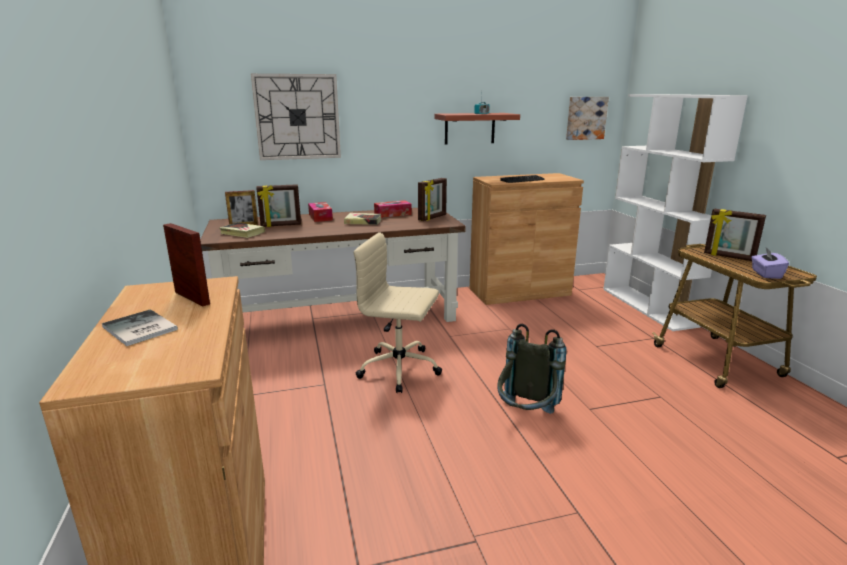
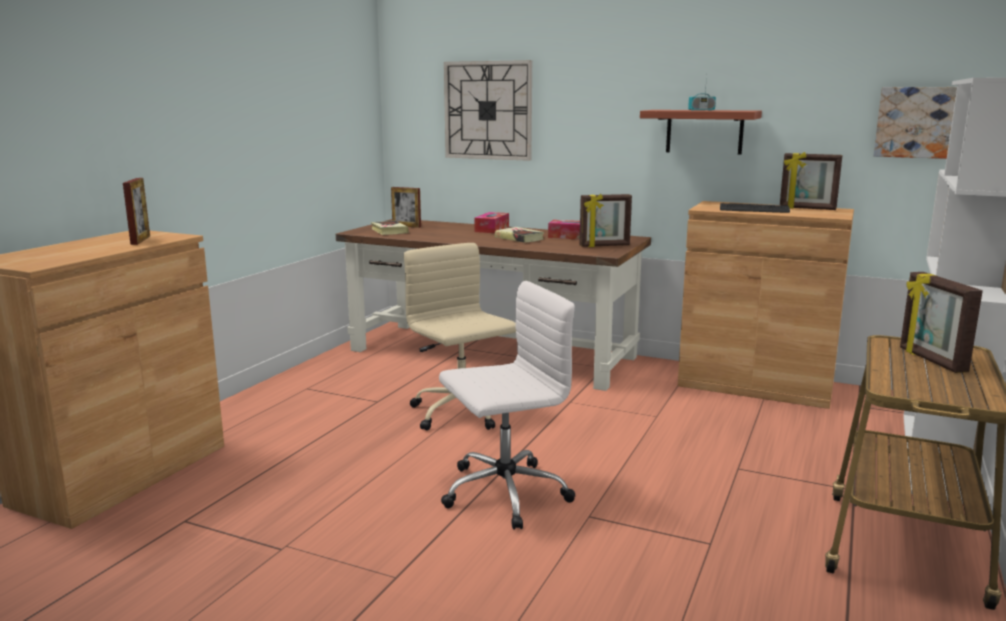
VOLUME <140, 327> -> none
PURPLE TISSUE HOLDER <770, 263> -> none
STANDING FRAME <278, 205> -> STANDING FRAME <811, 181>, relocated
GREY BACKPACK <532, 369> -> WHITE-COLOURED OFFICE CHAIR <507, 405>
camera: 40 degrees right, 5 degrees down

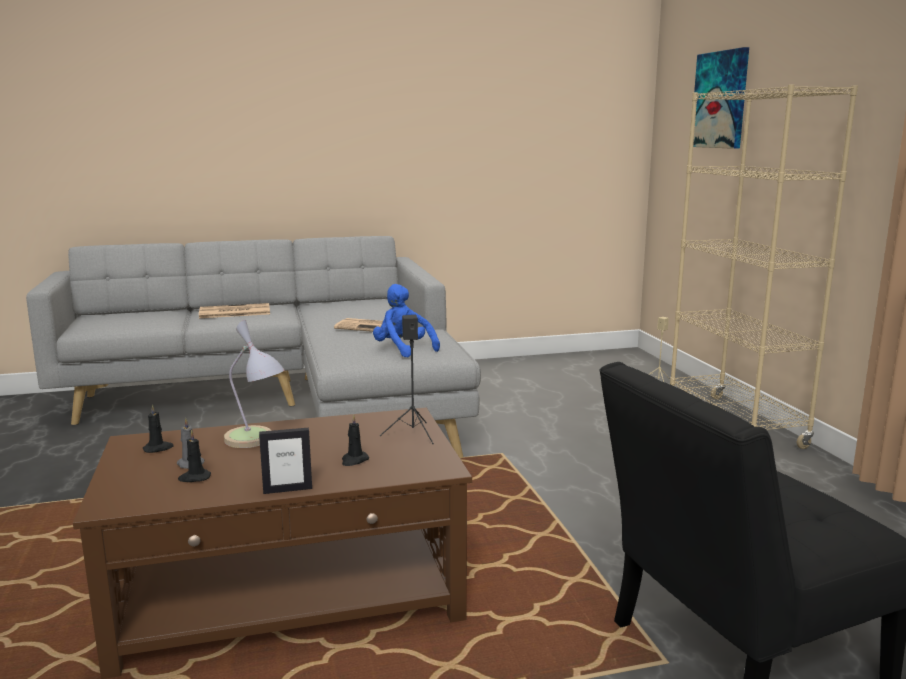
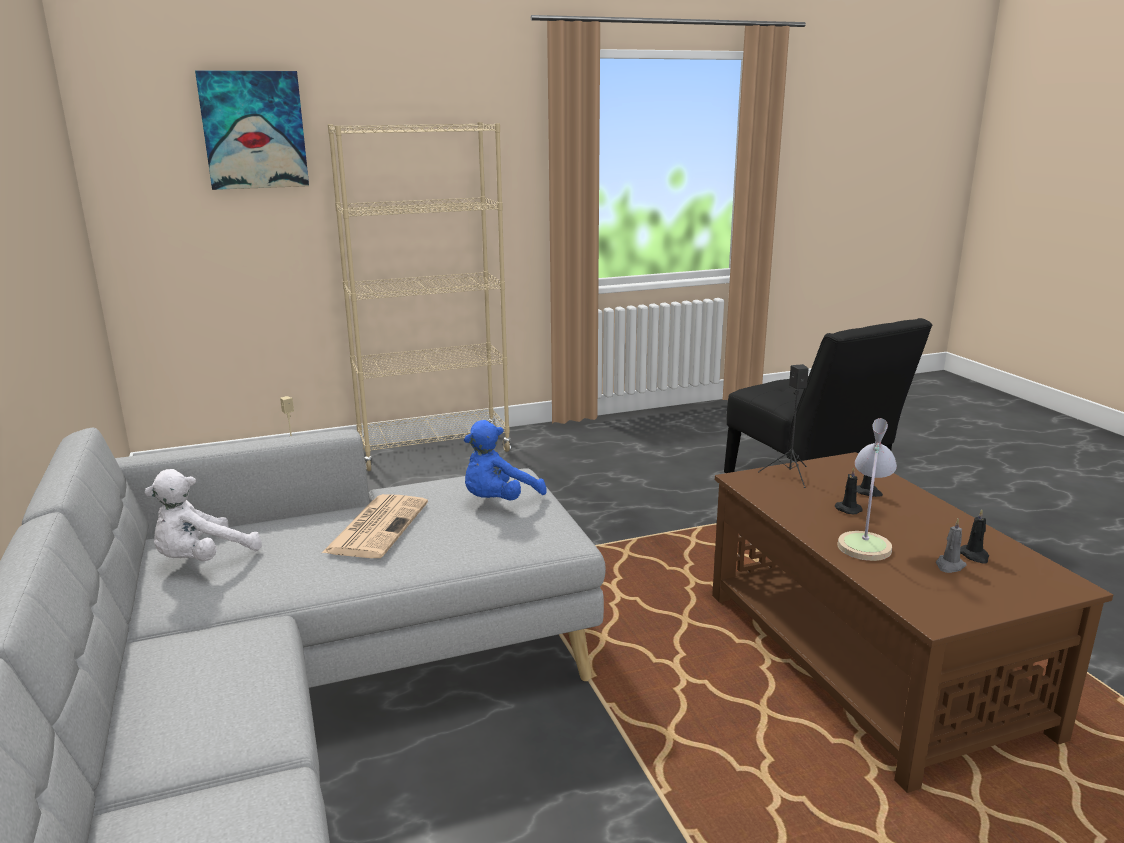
PRINTED PAPER <234, 310> -> none
STANDING FRAME <285, 461> -> none
none -> WHITE-COLOURED PLUSH TOY <203, 515>
BLACK-COLOURED WAX CANDLE <158, 428> -> BLACK-COLOURED WAX CANDLE <849, 490>, relocated
camera: 95 degrees left, 5 degrees up

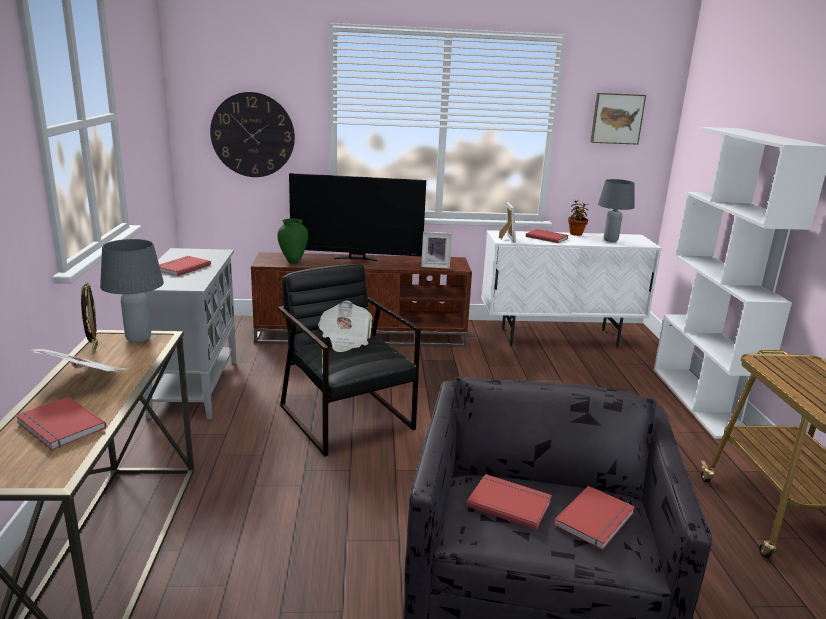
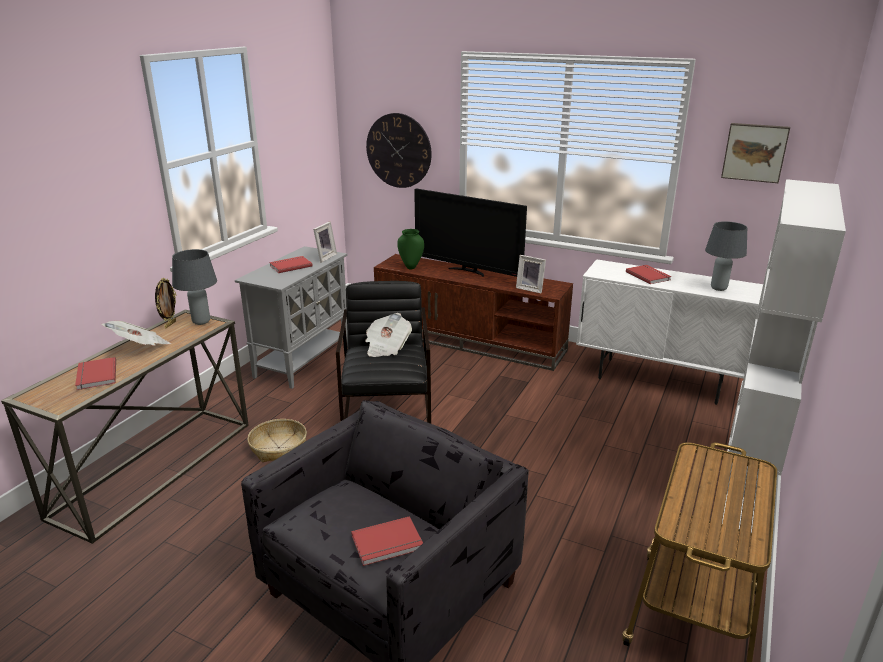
REDDISH VOLUME <509, 502> -> none
PLANT IN A POT <578, 217> -> none
none -> HOUSEHOLD BASKET <277, 440>
STANDING FRAME <507, 222> -> STANDING FRAME <325, 242>, relocated
camera: 30 degrees right, 5 degrees up

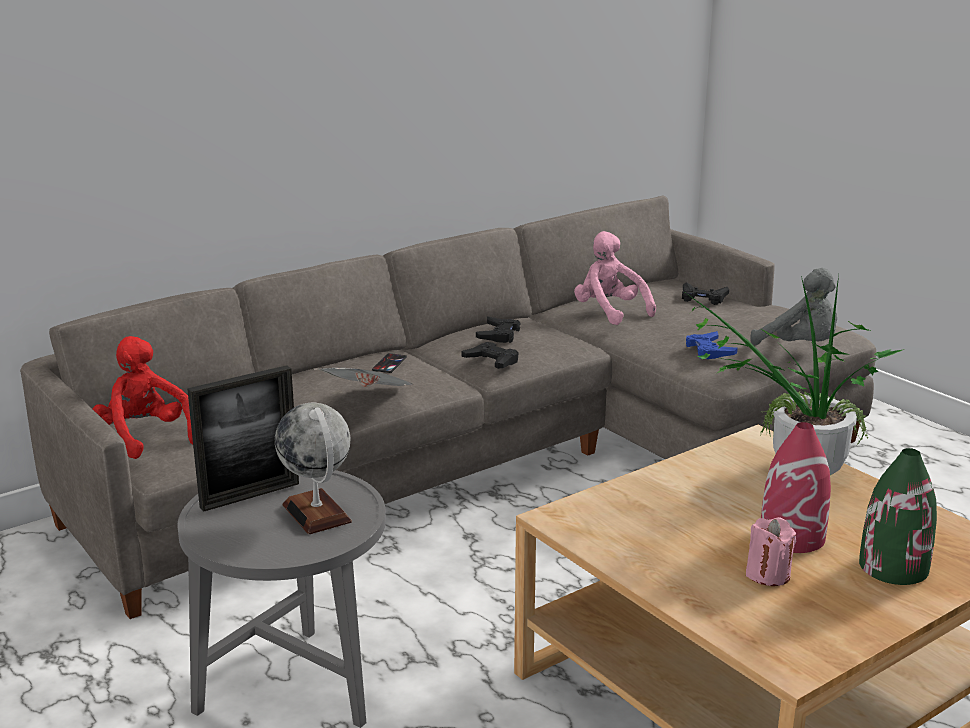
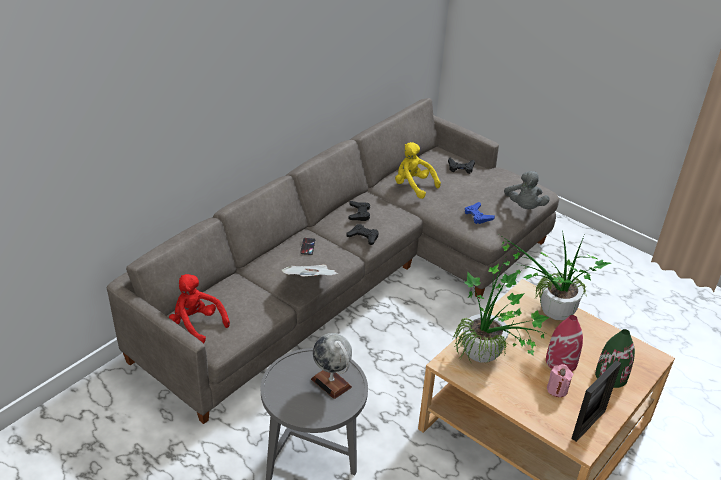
none -> PLANT IN A POT <501, 310>
STANDING FRAME <243, 438> -> STANDING FRAME <596, 401>, relocated
PINK PLUSH TOY <615, 278> -> YELLOW PLUSH TOY <418, 170>
GREY PLUSH TOY <794, 306> -> GREY PLUSH TOY <527, 190>, 60 degrees clockwise
camera: 15 degrees left, 15 degrees up

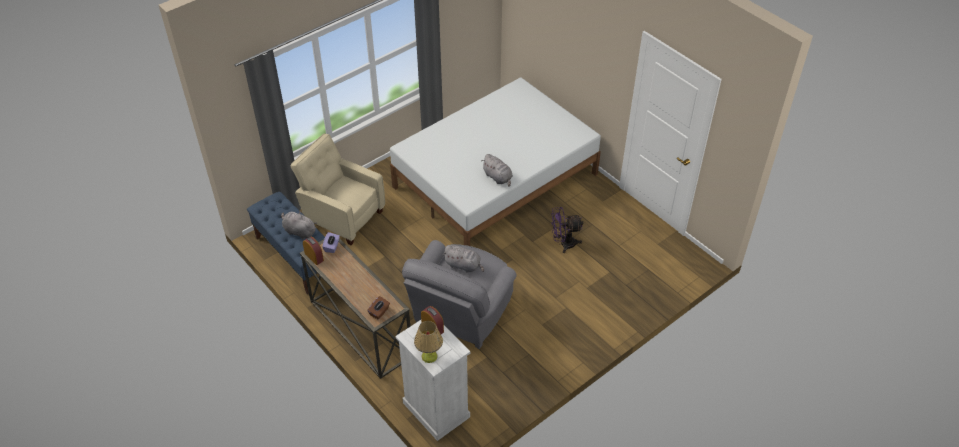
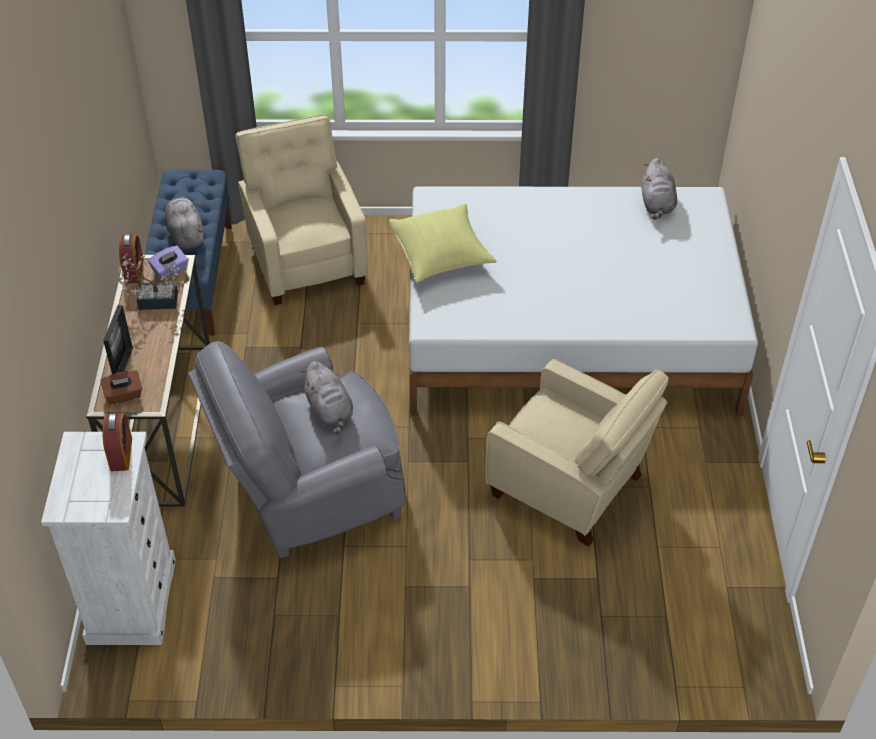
TABLE LAMP <428, 342> -> none
none -> STANDING FRAME <118, 339>
none -> PLANT IN A POT <151, 281>
none -> YELLOW PILLOW <443, 243>
GREY PLUSH TOY <497, 170> -> GREY PLUSH TOY <659, 189>, relocated
PURPLE ELECTRIC FAN <567, 230> -> BEIGE ARMCHAIR <577, 453>
camera: 40 degrees right, 0 degrees up

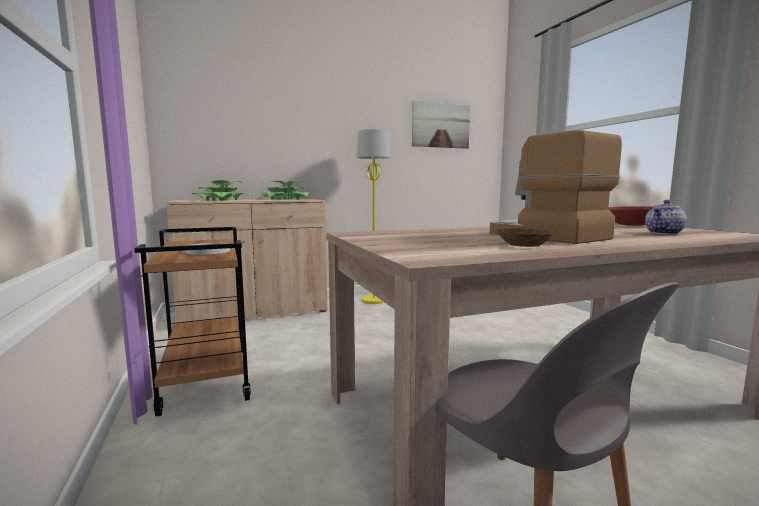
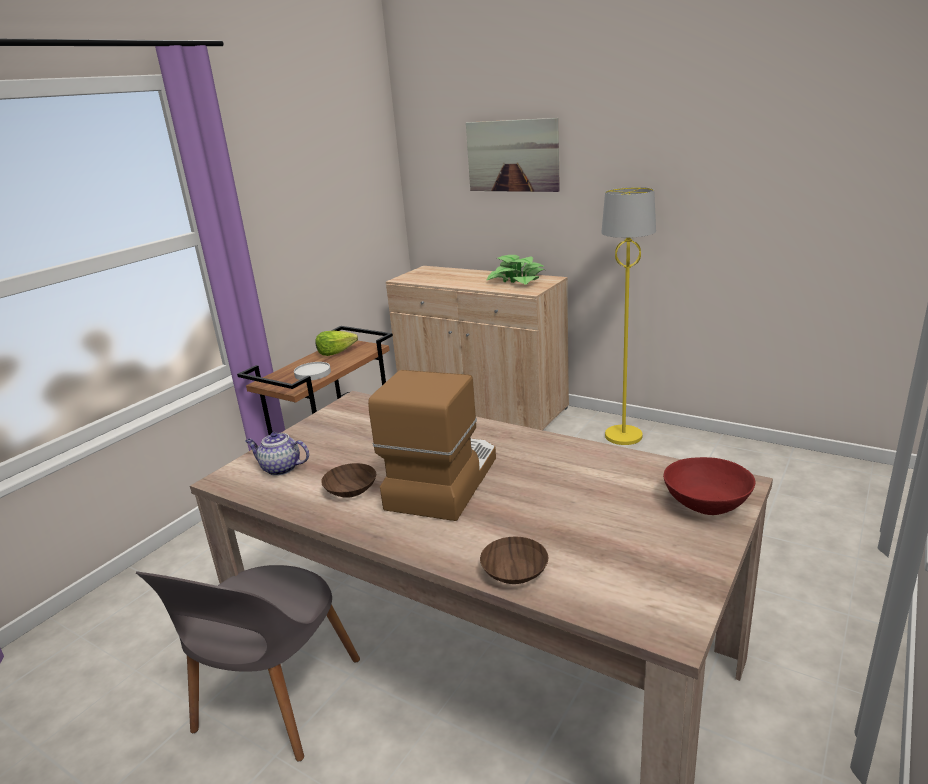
PLANT IN A POT <222, 190> -> none
none -> LETTUCE <336, 343>
none -> BROWN DEEP DISH <514, 560>
WALL PICTURE <441, 124> -> WALL PICTURE <513, 155>, relocated
POT FOR TEA <666, 217> -> POT FOR TEA <277, 454>, relocated
camera: 55 degrees right, 15 degrees up

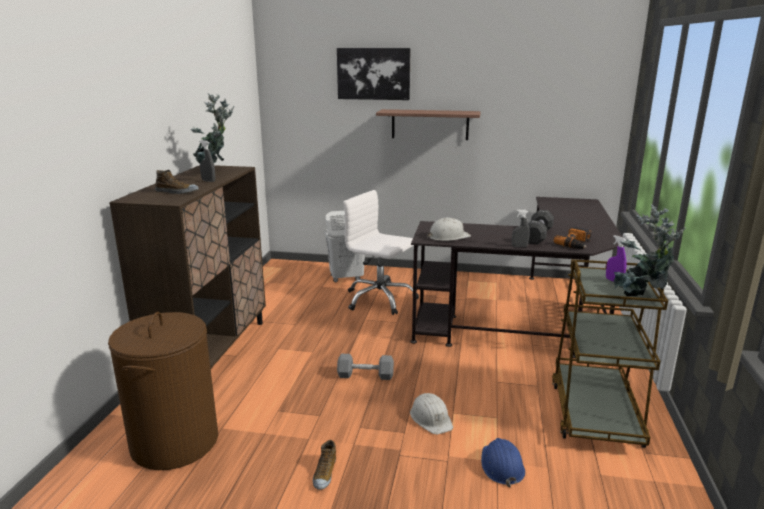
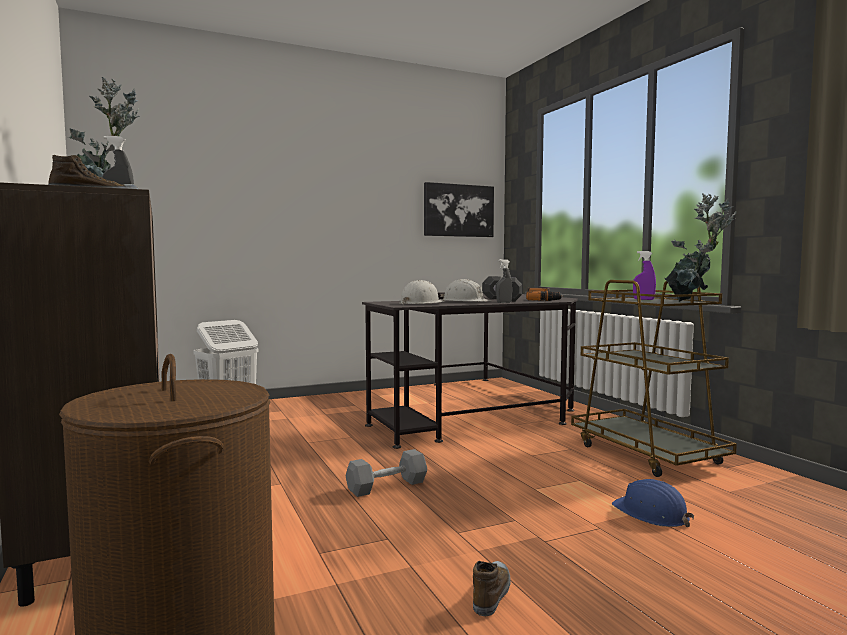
WHITE-COLOURED OFFICE CHAIR <381, 252> -> none
WALL SHELF <428, 124> -> none
WALL PICTURE <374, 74> -> WALL PICTURE <459, 209>, relocated
WHITE-COLOURED HARD HAT <431, 413> -> WHITE-COLOURED HARD HAT <465, 290>, relocated
SHOE <324, 465> -> SHOE <492, 588>, 135 degrees counterclockwise
camera: 35 degrees left, 15 degrees down

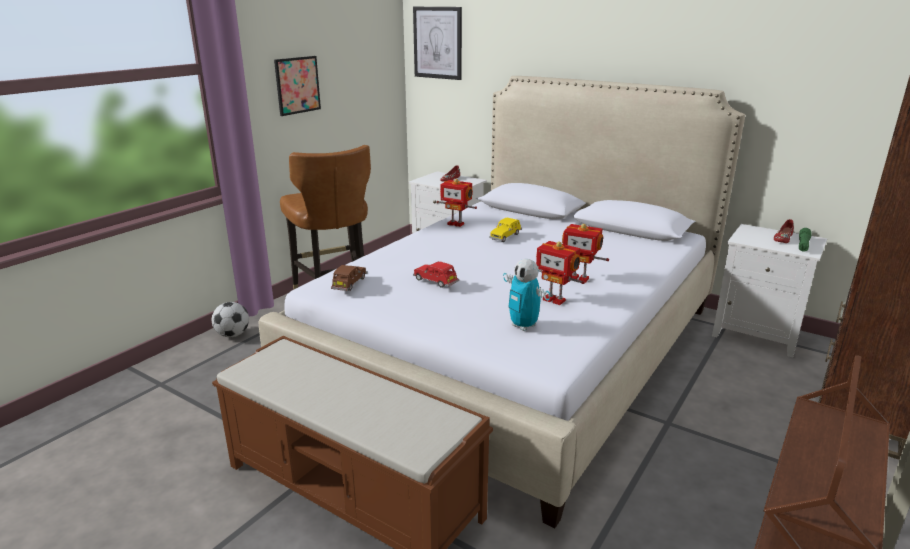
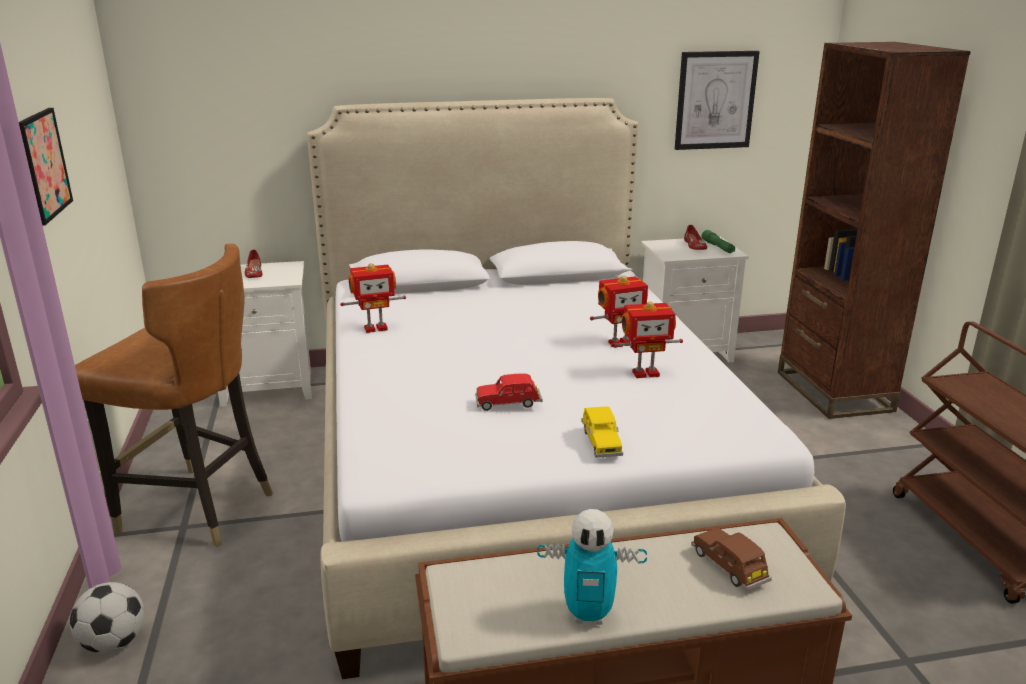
BROWN MINIATURE CAR <349, 278> -> BROWN MINIATURE CAR <731, 559>, relocated
WALL PICTURE <437, 43> -> WALL PICTURE <717, 100>, relocated
YELLOW MINIATURE CAR <505, 230> -> YELLOW MINIATURE CAR <602, 432>, relocated
ROBOT FIGURE <526, 295> -> ROBOT FIGURE <592, 567>, relocated
camera: 45 degrees left, 0 degrees up

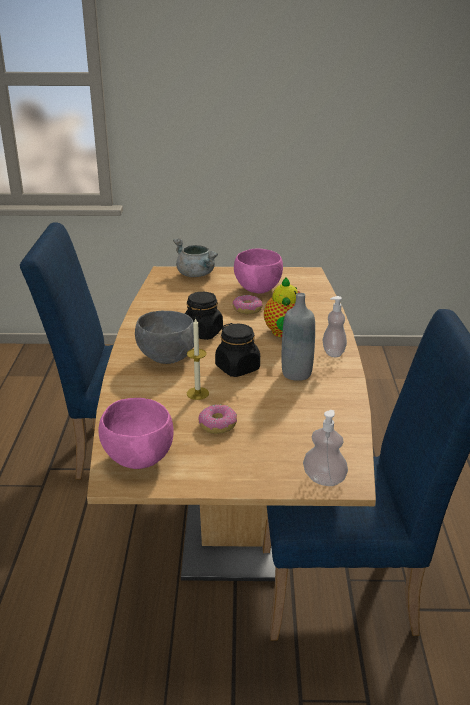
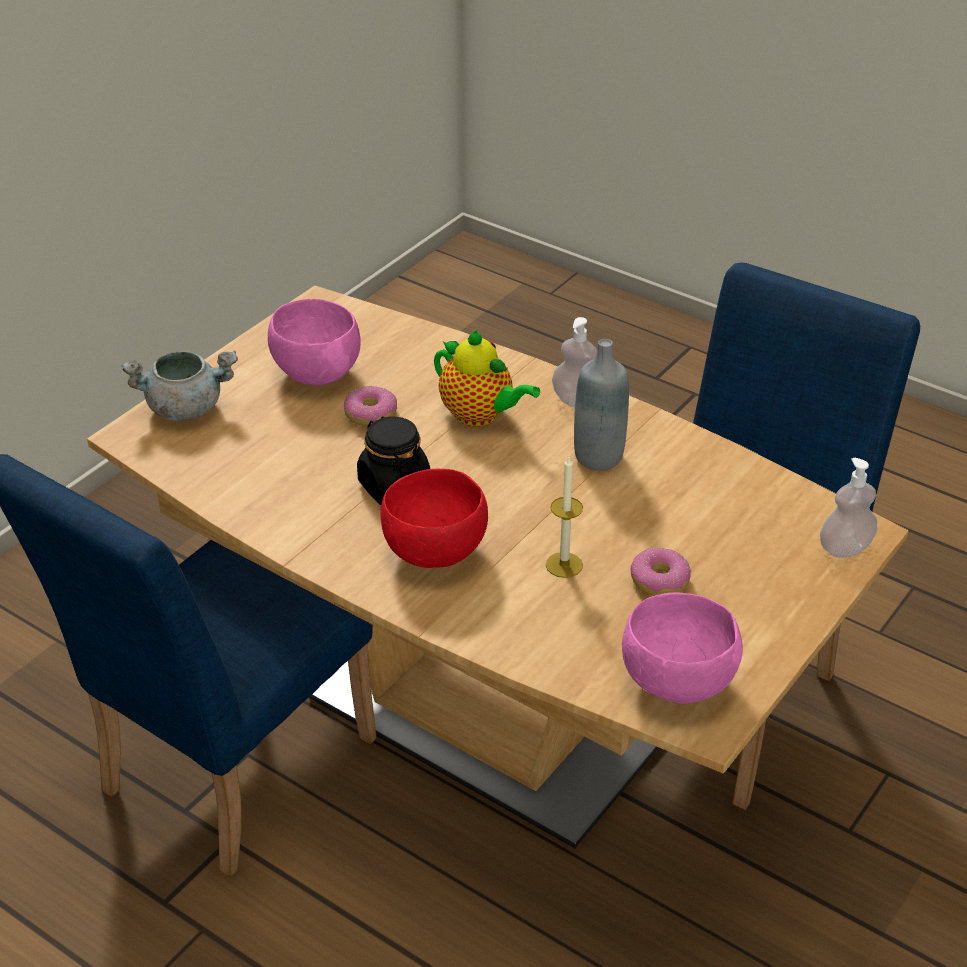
BLACK-COLOURED PRESERVE JAR <237, 350> -> none
GREY DEEP DISH <164, 337> -> REDDISH DEEP DISH <434, 518>
camera: 55 degrees left, 10 degrees up

